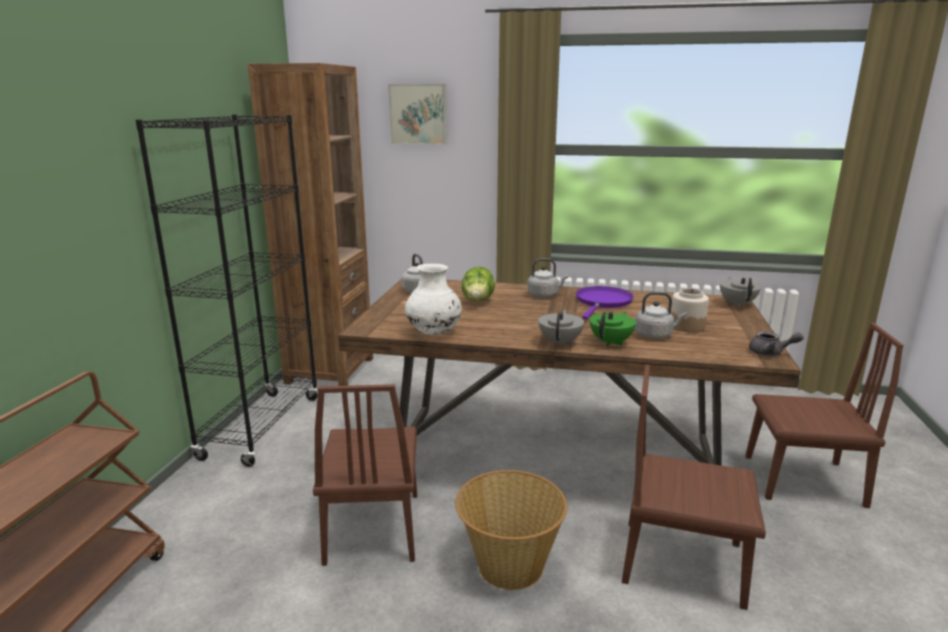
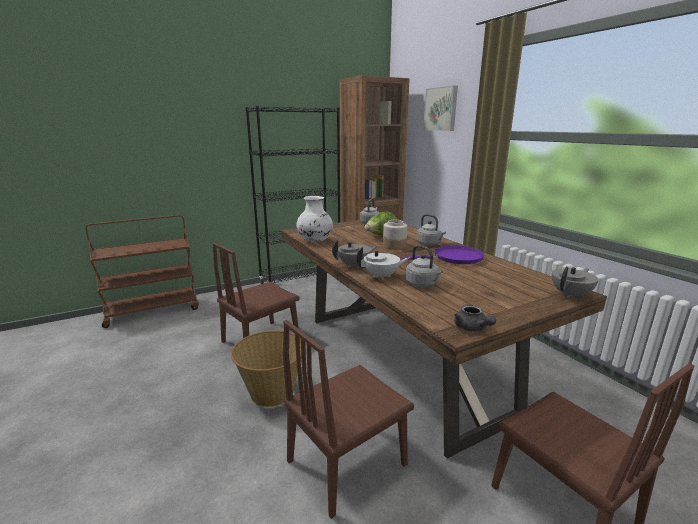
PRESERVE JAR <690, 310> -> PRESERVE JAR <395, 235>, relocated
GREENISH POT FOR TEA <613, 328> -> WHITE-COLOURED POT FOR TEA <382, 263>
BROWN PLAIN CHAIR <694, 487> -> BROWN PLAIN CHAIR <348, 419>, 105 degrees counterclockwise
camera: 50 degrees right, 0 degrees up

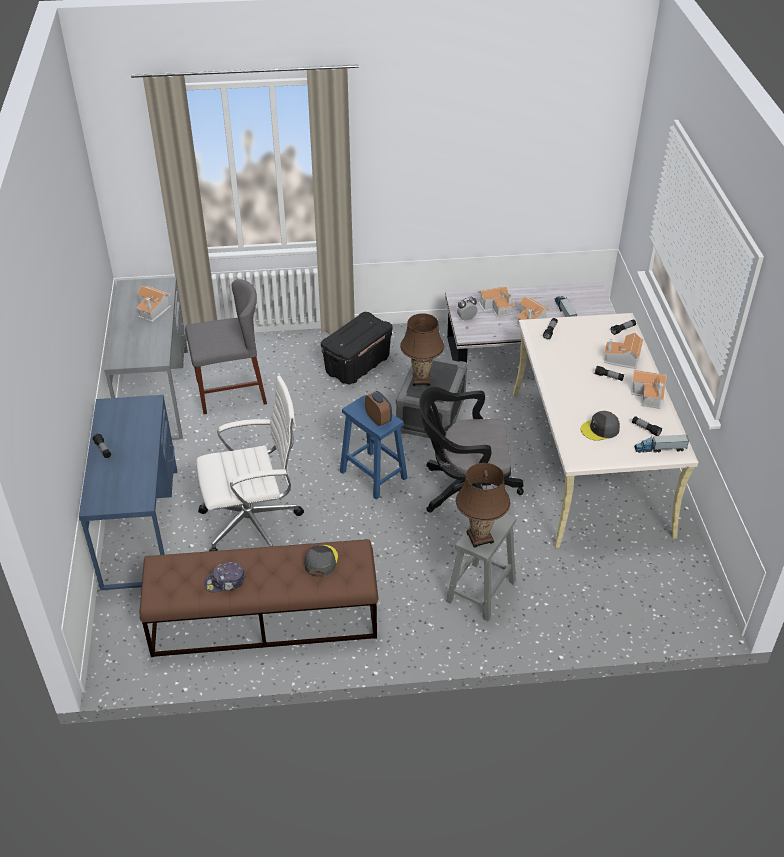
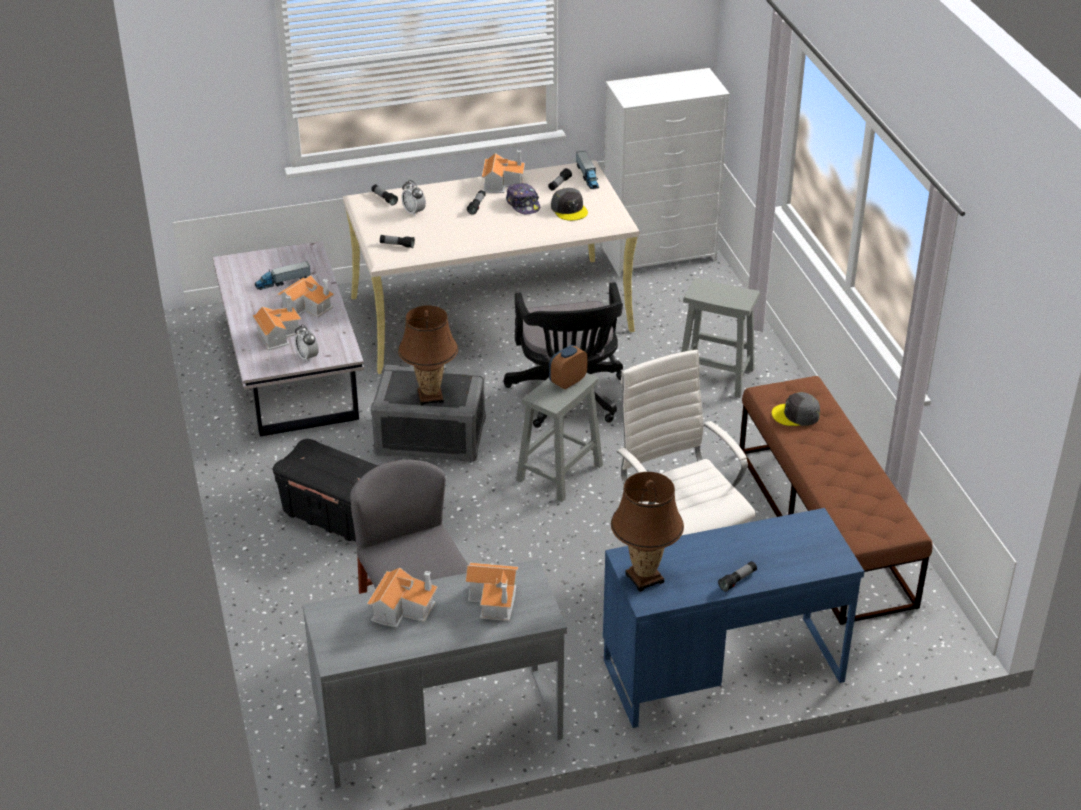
none -> BEDSIDE CLOCK <413, 198>
none -> WHITE-COLOURED DRAWER CHEST <666, 172>
PEAKED CAP <225, 577> -> PEAKED CAP <523, 198>, relocated
BROWN TABLE LAMP <483, 505> -> BROWN TABLE LAMP <647, 532>, relocated
MODEL HOUSE <623, 351> -> MODEL HOUSE <492, 592>, relocated
BLUE-COLOURED STOOL SEAT <374, 447> -> GREY STOOL SEAT <559, 437>
camera: 100 degrees left, 5 degrees down

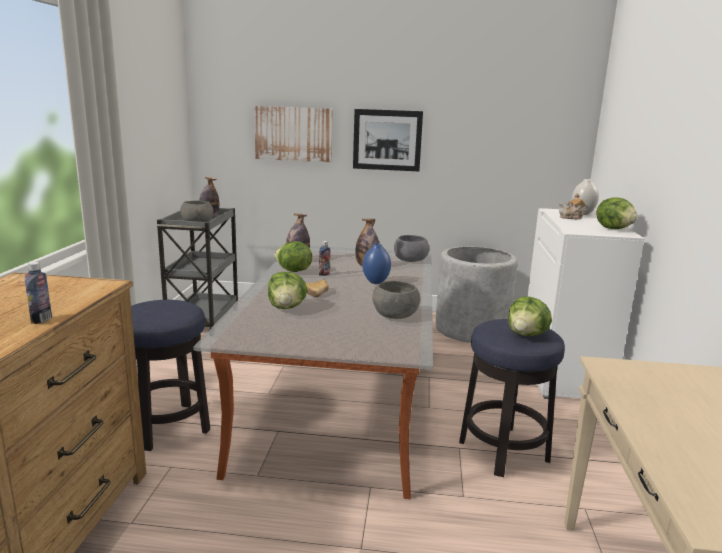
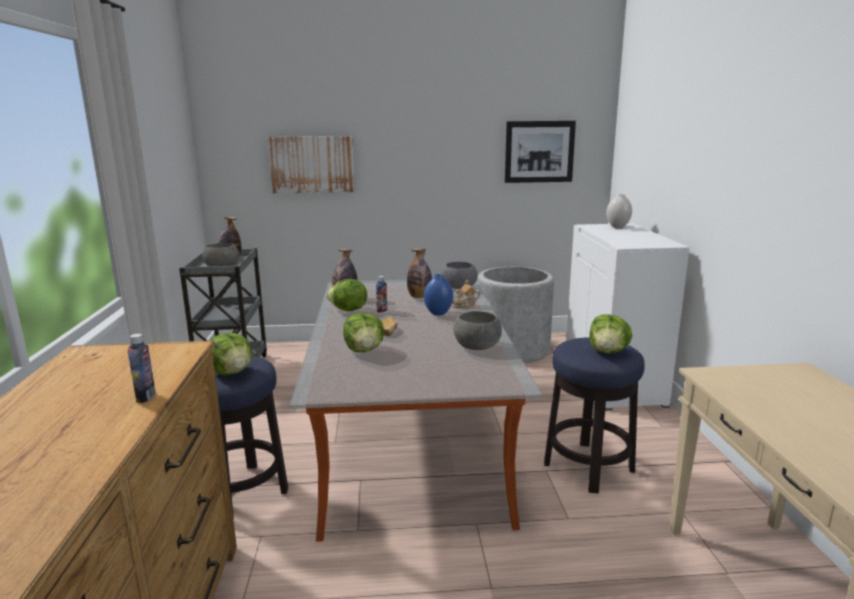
WALL PICTURE <388, 140> -> WALL PICTURE <540, 152>, relocated
POT FOR TEA <573, 207> -> POT FOR TEA <466, 294>, relocated
LETTUCE <617, 213> -> LETTUCE <231, 354>, relocated
camera: 10 degrees left, 0 degrees up

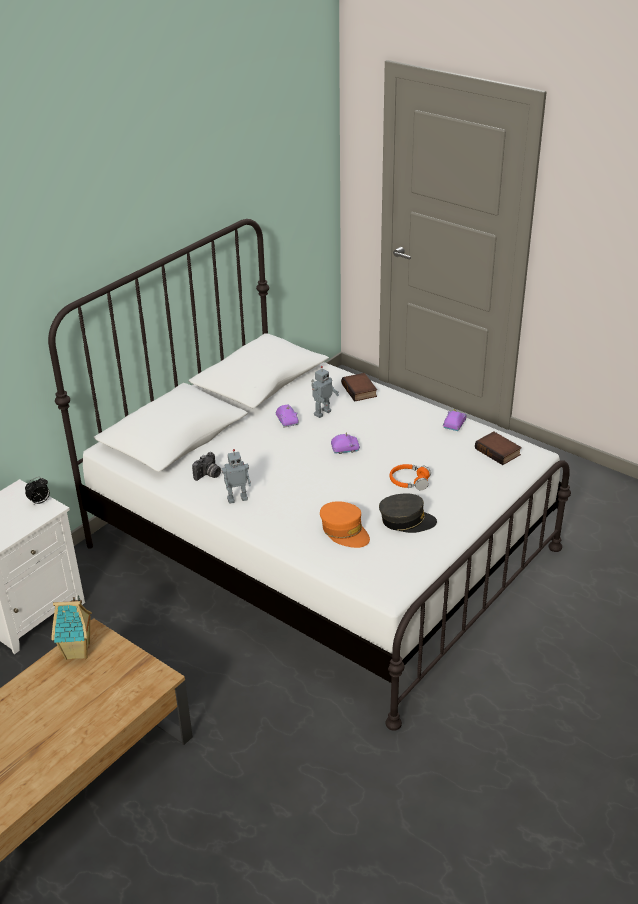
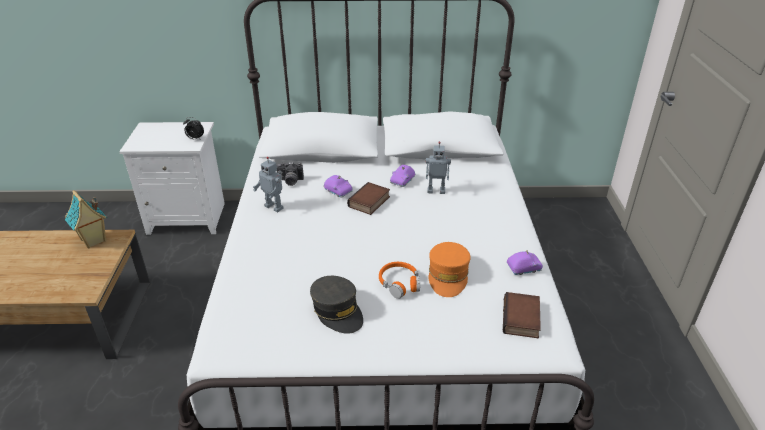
ORANGE PEAKED CAP <345, 524> -> ORANGE PEAKED CAP <449, 269>, relocated
PURPLE MINIATURE CAR <345, 443> -> PURPLE MINIATURE CAR <338, 186>, relocated
VOLUME <359, 387> -> VOLUME <368, 198>, relocated
camera: 50 degrees right, 0 degrees up

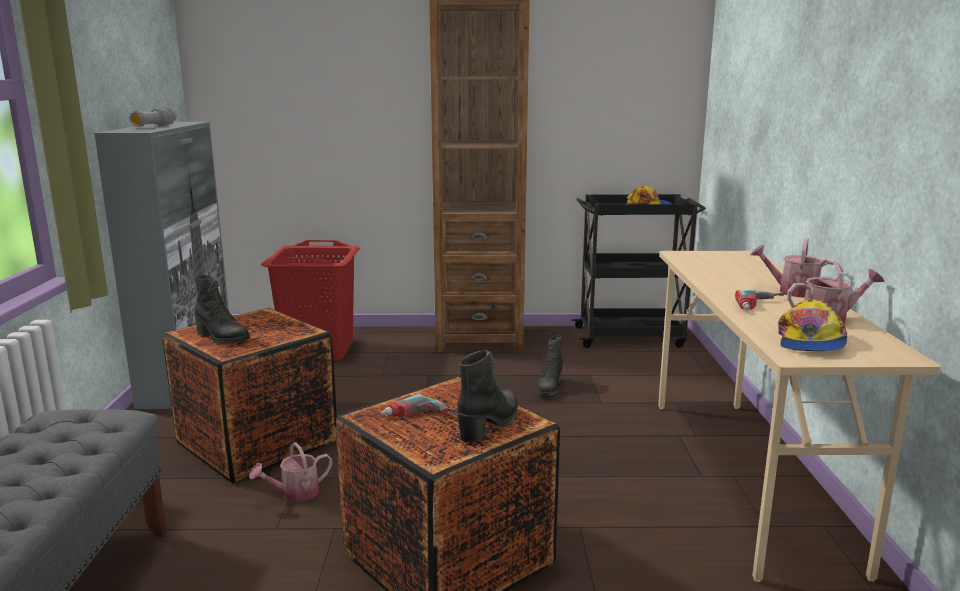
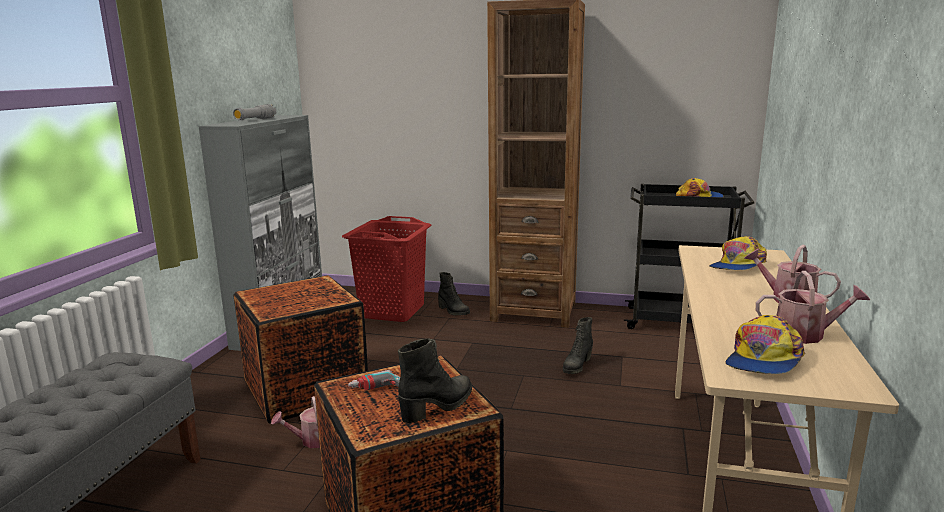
POWER DRILL <761, 300> -> none
none -> PEAKED CAP <738, 253>
BLACK-COLOURED HIGH-TOP BOOT <222, 309> -> BLACK-COLOURED HIGH-TOP BOOT <454, 294>, relocated
camera: 15 degrees right, 0 degrees up

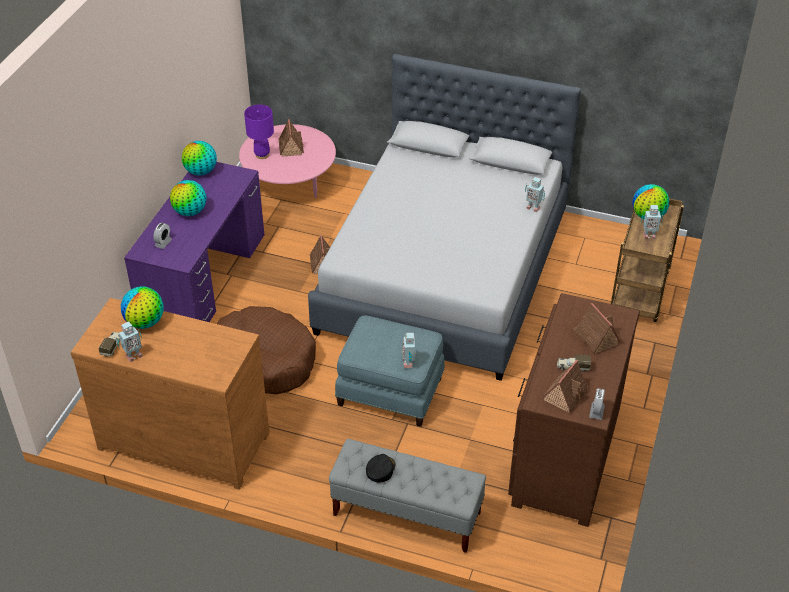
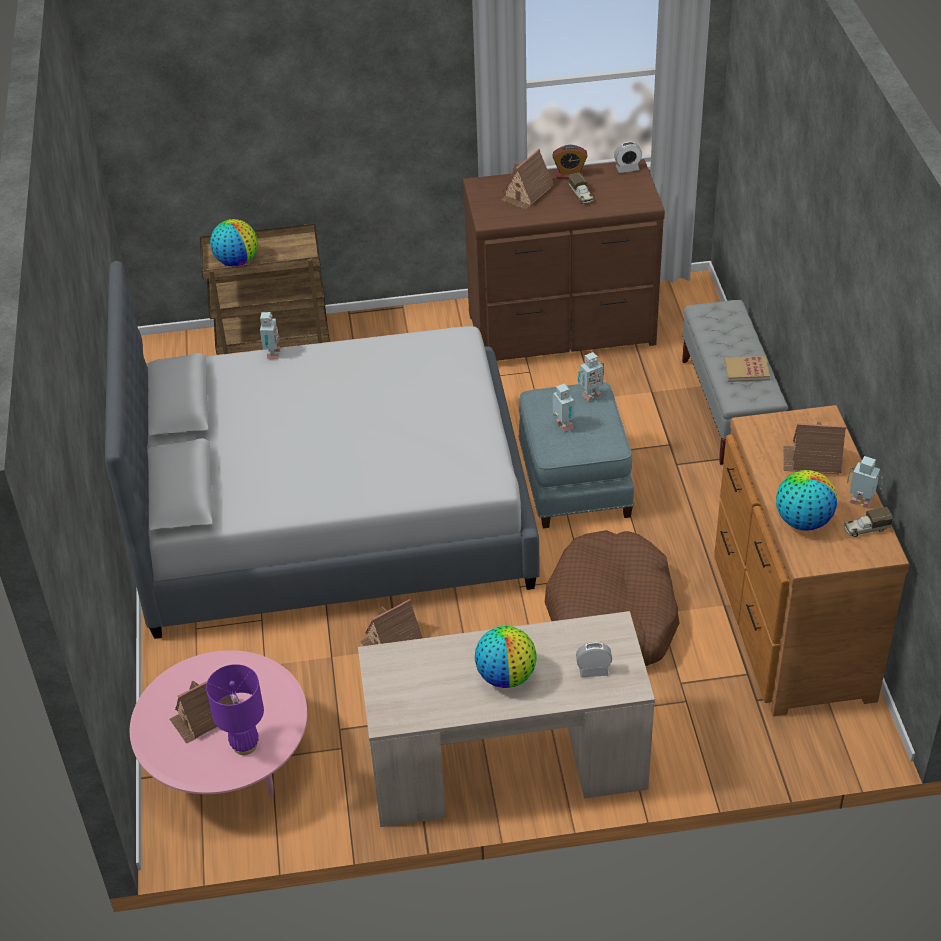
GLOBE <199, 158> -> none
none -> BEDSIDE CLOCK <570, 162>
MODEL HOUSE <565, 386> -> MODEL HOUSE <815, 448>, relocated
ROBOT FIGURE <652, 222> -> ROBOT FIGURE <563, 407>, relocated
BLACK-COLOURED PEAKED CAP <381, 468> -> VOLUME <747, 369>
PURPLE DESK UNIT <194, 242> -> BEIGE DESK UNIT <506, 719>
camera: 115 degrees left, 0 degrees up

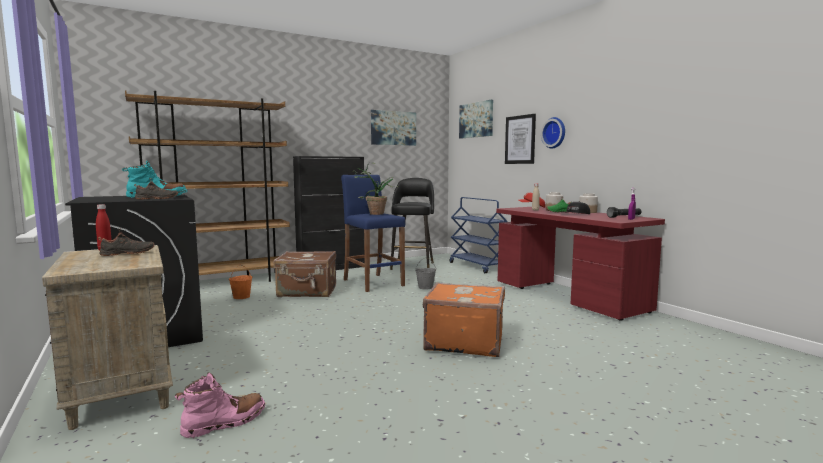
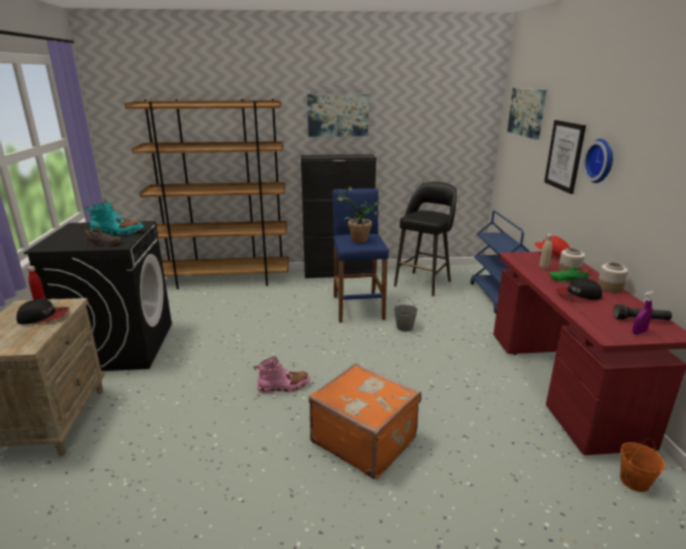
BROWN PIECE OF LUGGAGE <305, 274> -> none
PINK HIGH-TOP BOOT <220, 405> -> PINK HIGH-TOP BOOT <282, 374>, relocated
ORANGE BUCKET <240, 282> -> ORANGE BUCKET <642, 465>, relocated
WALL PICTURE <393, 128> -> WALL PICTURE <338, 115>, relocated
BLACK-COLOURED SHOE <126, 242> -> PEAKED CAP <42, 311>
camera: 25 degrees right, 15 degrees up

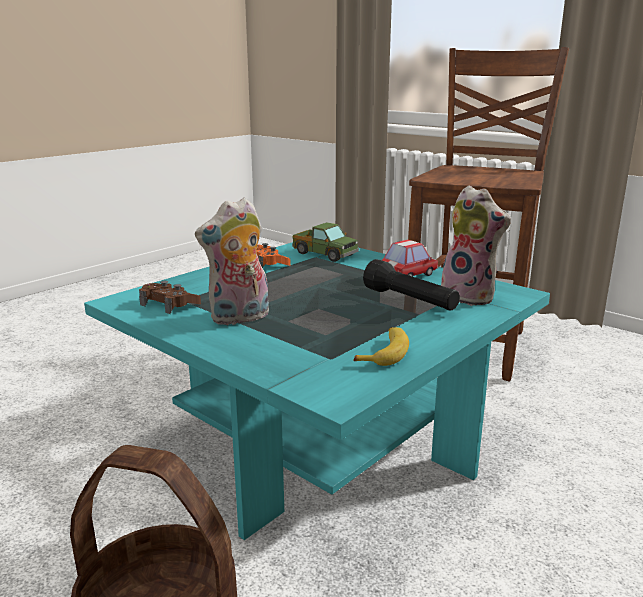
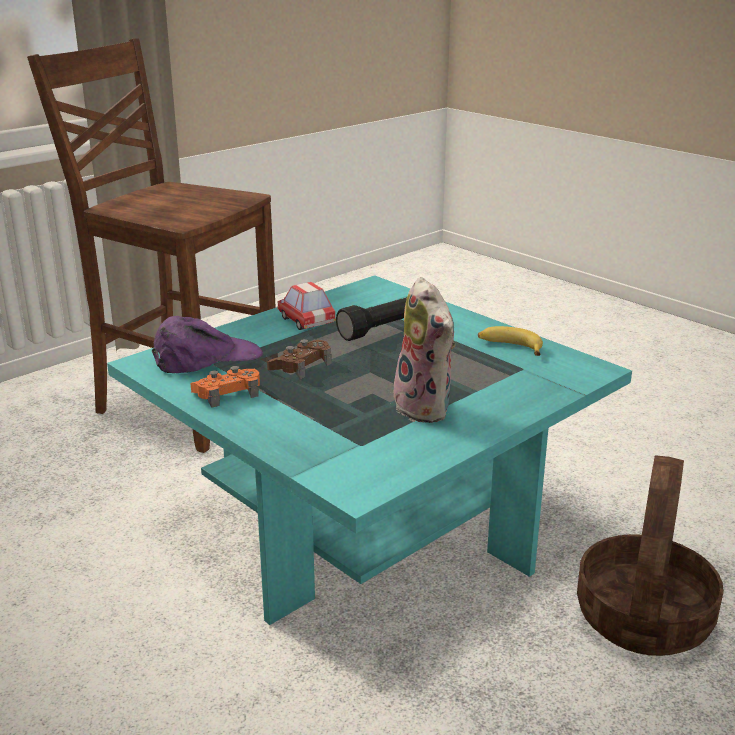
PLUSH TOY <476, 246> -> none
BROWN GAMEPAD <170, 297> -> BROWN GAMEPAD <299, 359>, relocated
MODEL TRUCK <325, 242> -> PURPLE PEAKED CAP <207, 344>
camera: 85 degrees left, 5 degrees up

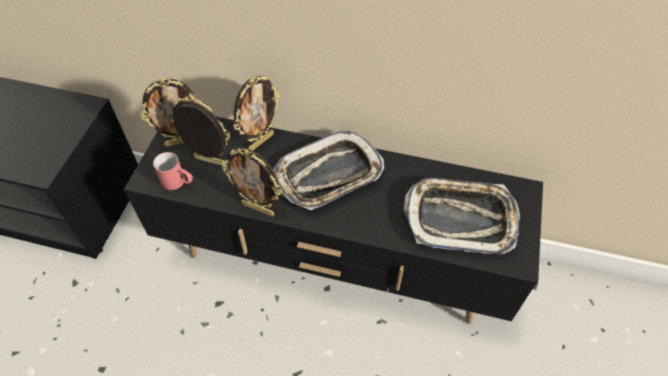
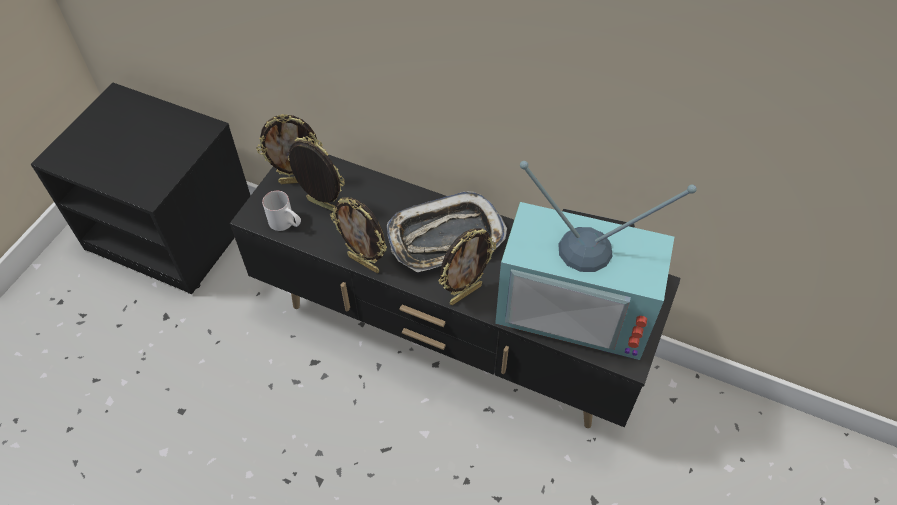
STANDING FRAME <256, 113> -> STANDING FRAME <467, 266>, relocated
SERVING TRAY <462, 216> -> TELEVISION <596, 260>
REDDISH TEA MUG <173, 171> -> WHITE-COLOURED TEA MUG <281, 211>
camera: 10 degrees right, 0 degrees up

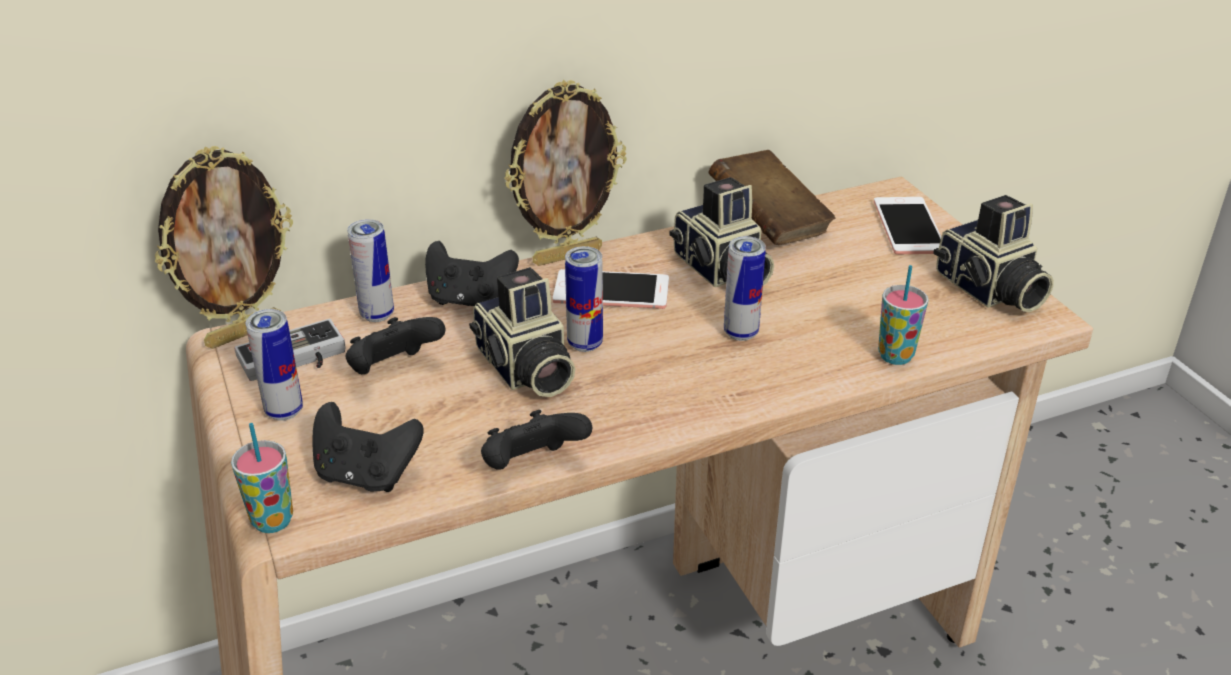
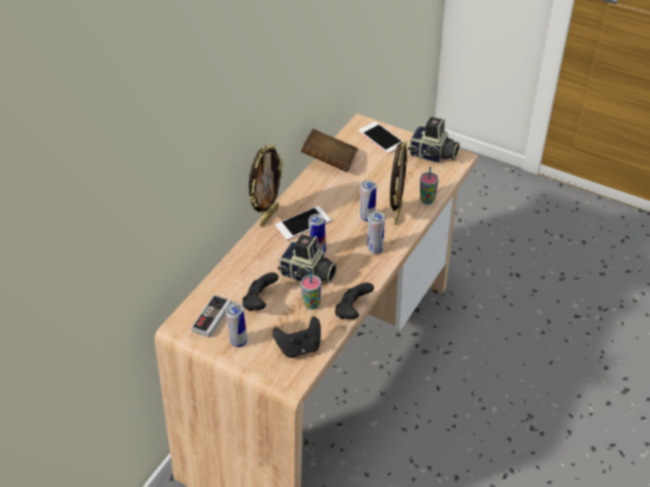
BLACK-COLOURED GAMEPAD <472, 273> -> none
STILL CAMERA <722, 232> -> none
STANDING FRAME <224, 247> -> STANDING FRAME <399, 182>, relocated
SMALL CUP <262, 478> -> SMALL CUP <311, 289>, relocated
CAN <370, 270> -> CAN <376, 232>, relocated
camera: 35 degrees left, 10 degrees up

